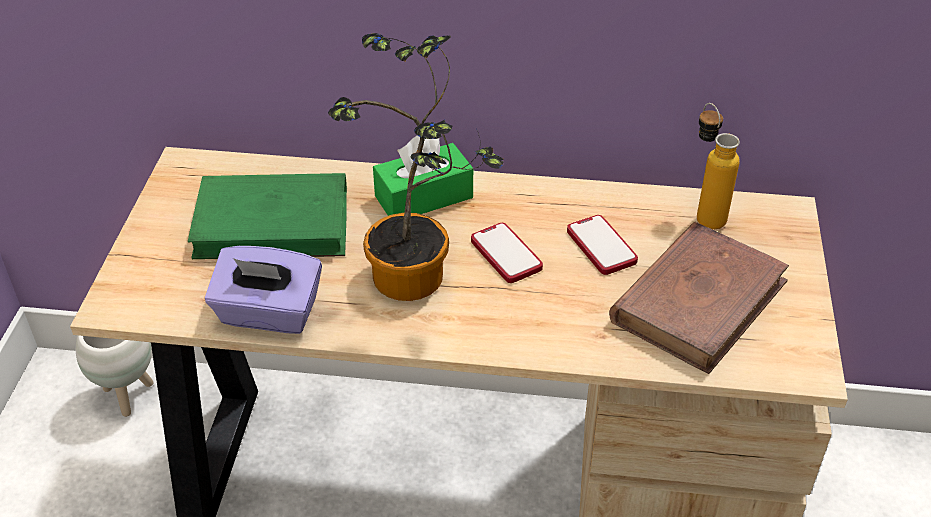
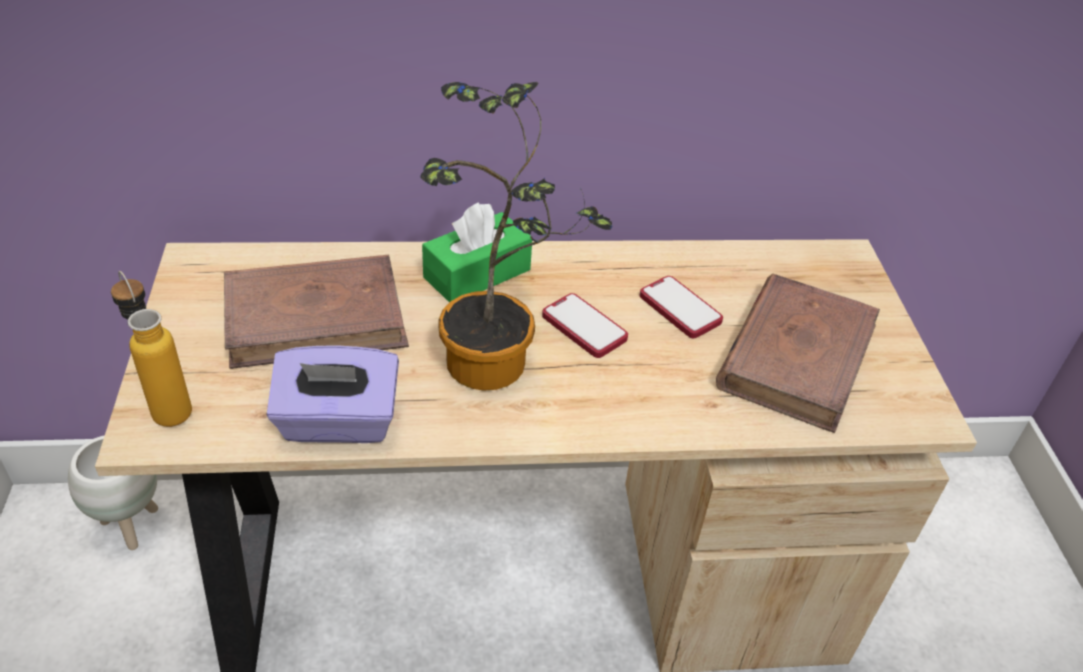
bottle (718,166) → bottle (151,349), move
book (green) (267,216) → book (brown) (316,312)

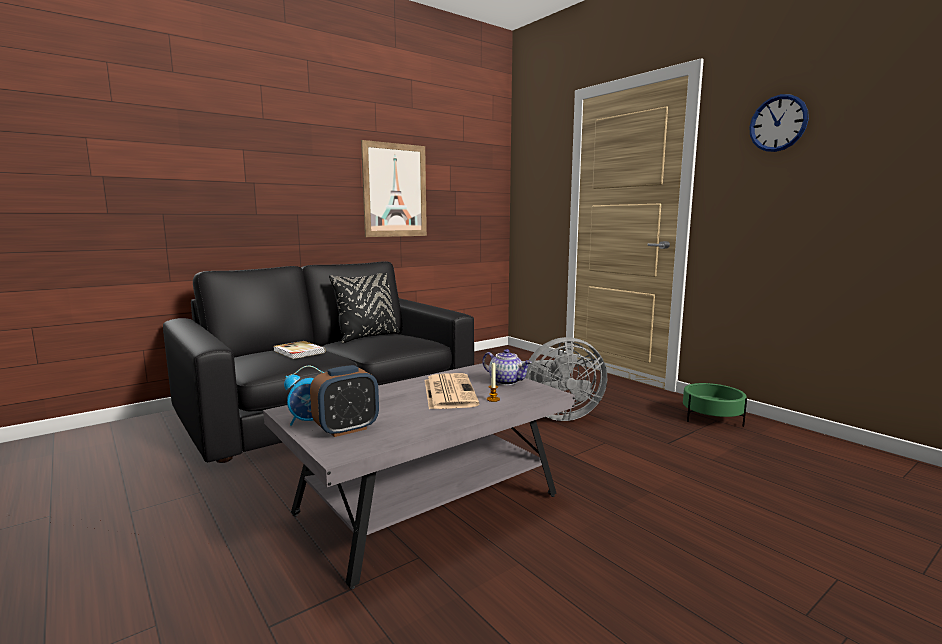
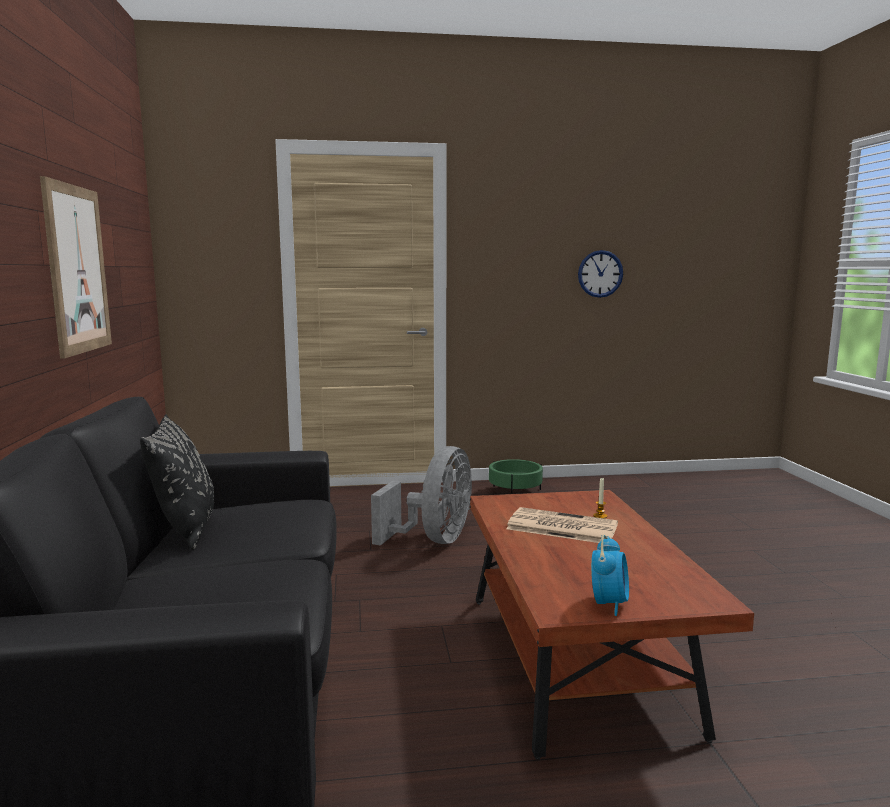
book (299,350) → -
alarm clock (344,401) → -
teapot (507,367) → -
wall clock (779,123) → wall clock (600,274), move
coffee table (grey) (419,476) → coffee table (brown) (612,625)

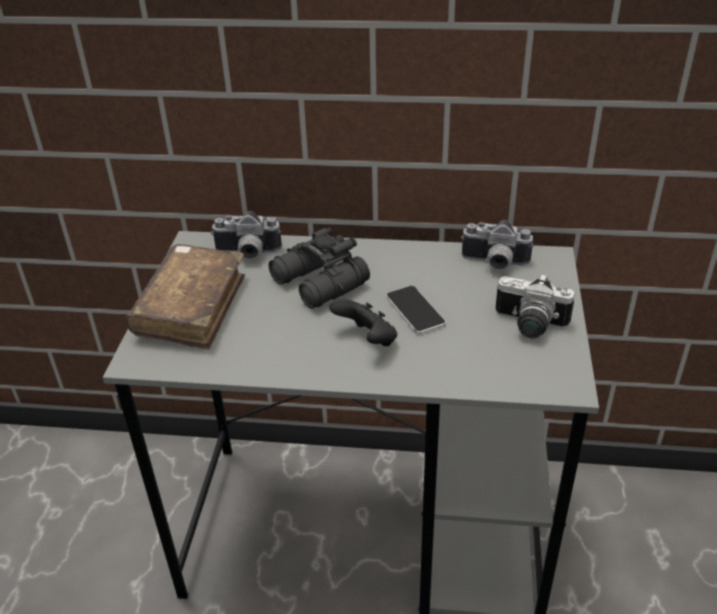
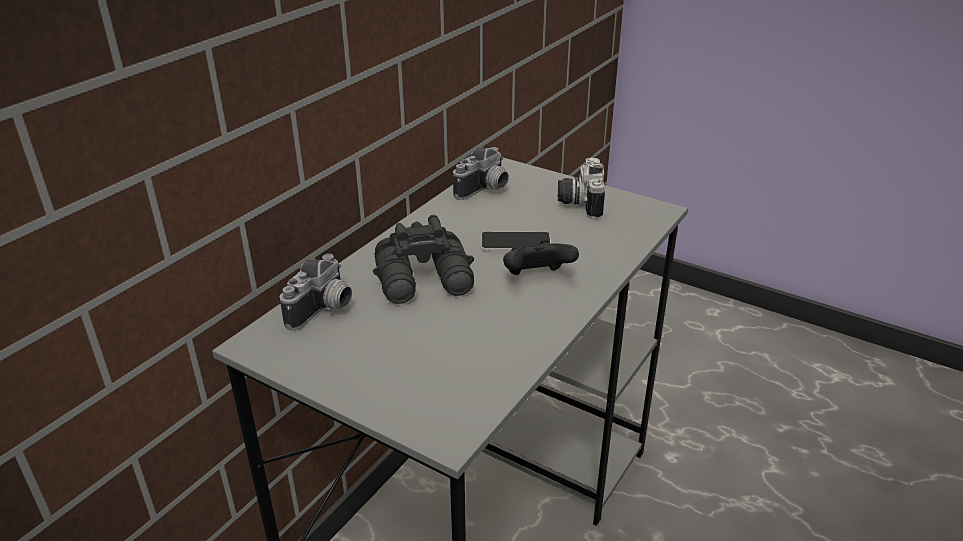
book (brown) (185,297) → -
photo camera (535,306) → photo camera (581,188), 135 degrees clockwise

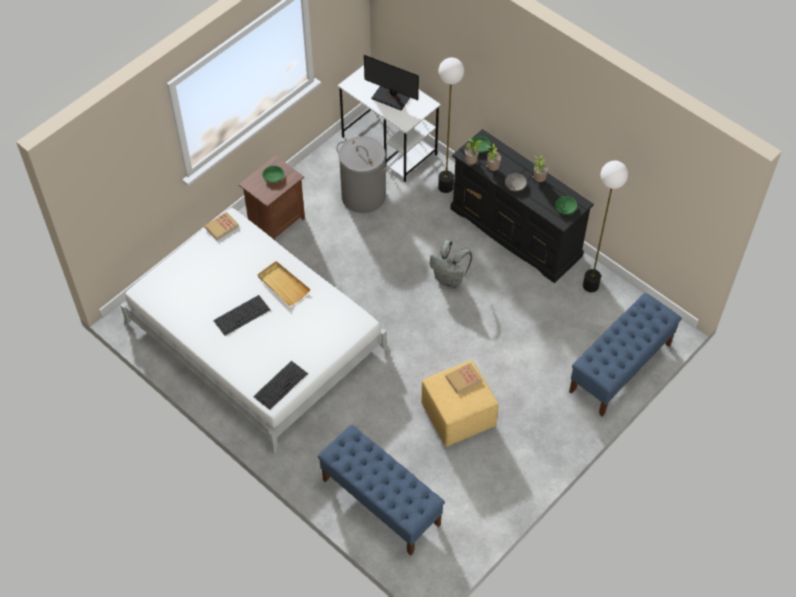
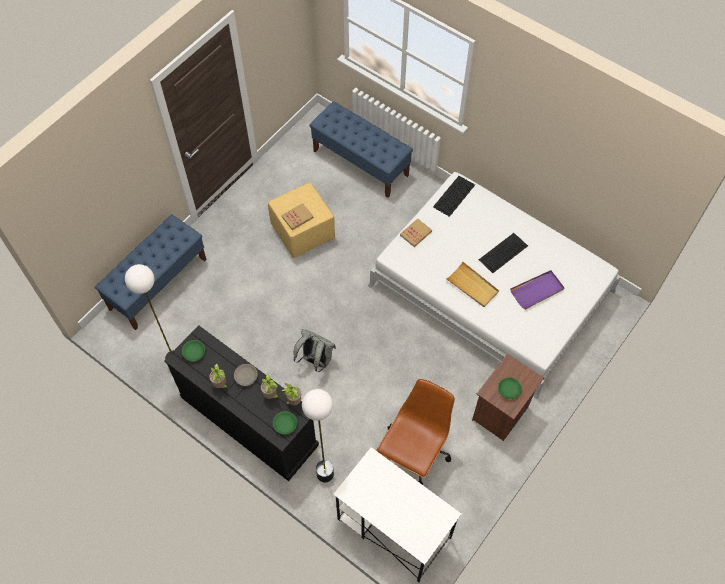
monitor (391,82) → -
- → tray (purple) (537,290)
book (221,226) → book (416,233), move
laundry basket (grey) (362,174) → office chair (brown) (415,432)

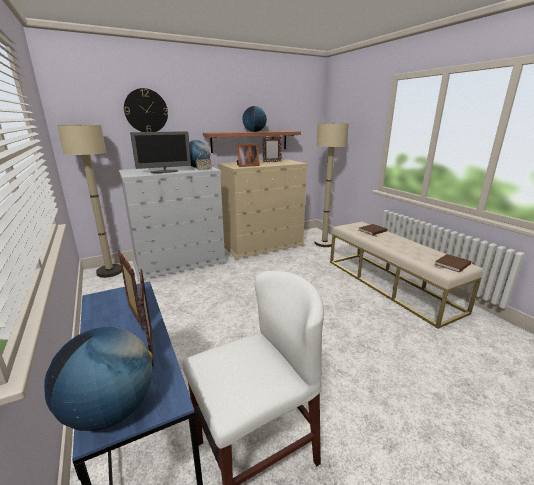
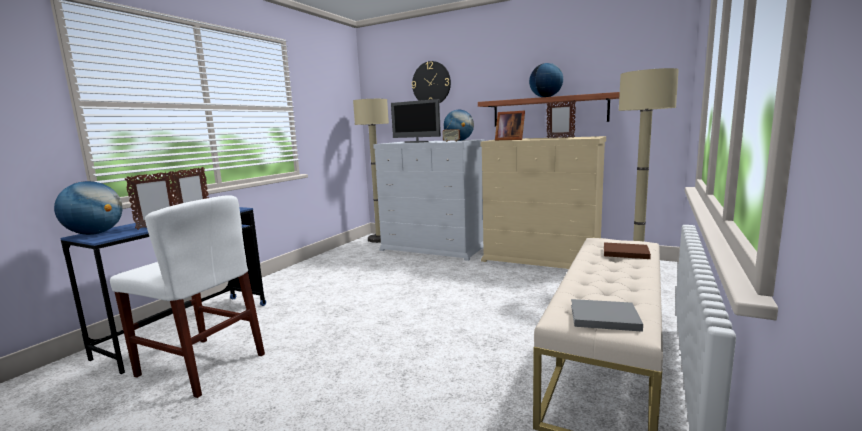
book (brown) (453,263) → book (grey) (607,315)

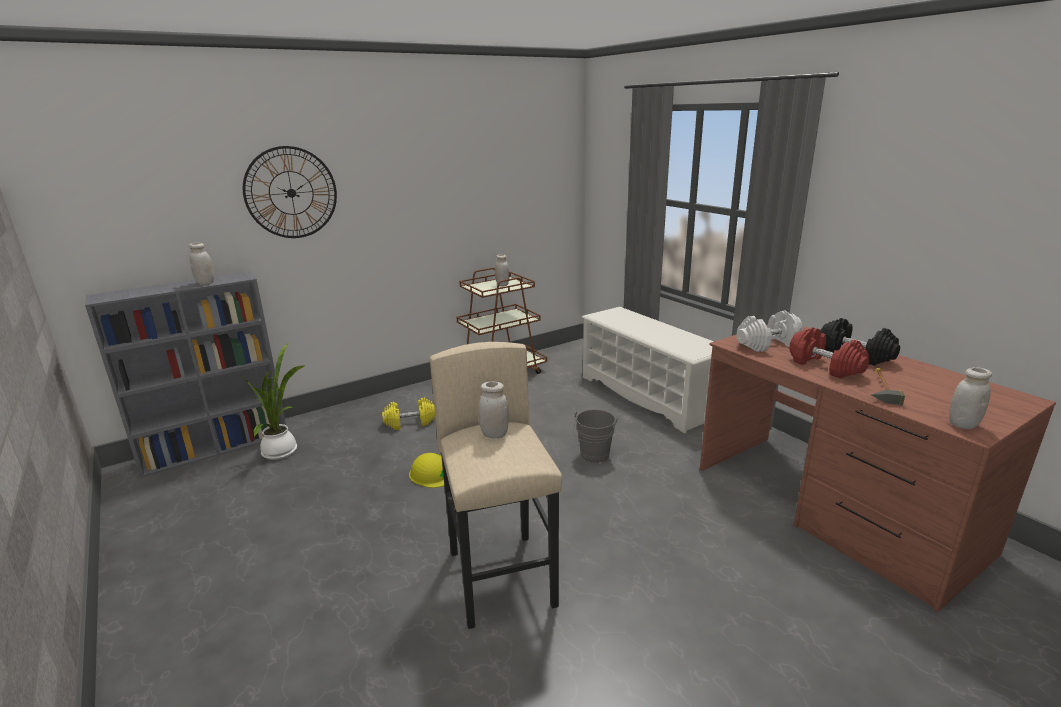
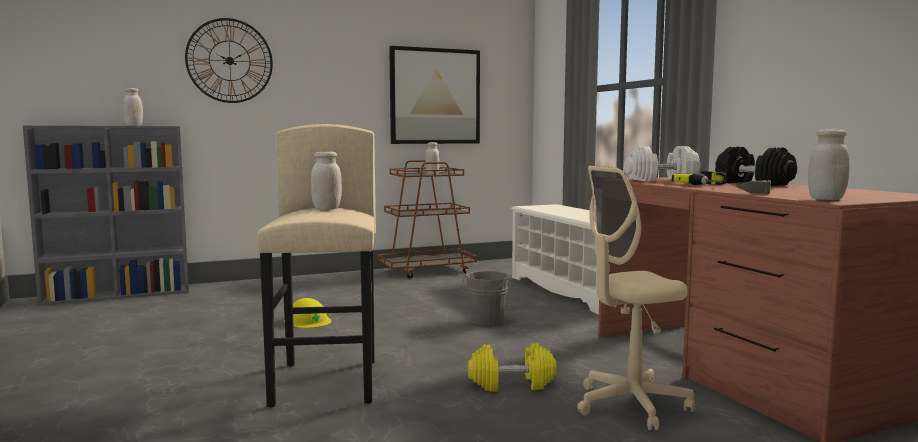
potted plant (272,402) → -
- → picture (434,95)
- → office chair (beige) (636,298)
dumbbell (yellow) (408,413) → dumbbell (yellow) (512,367), move
dumbbell (red) (829,352) → power drill (699,178)

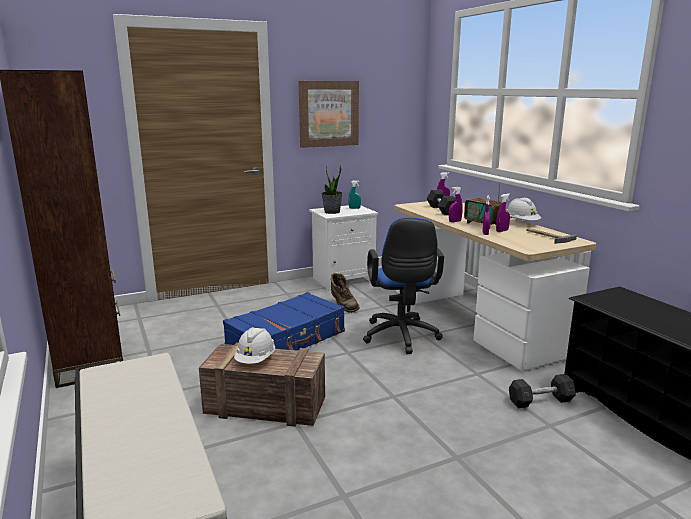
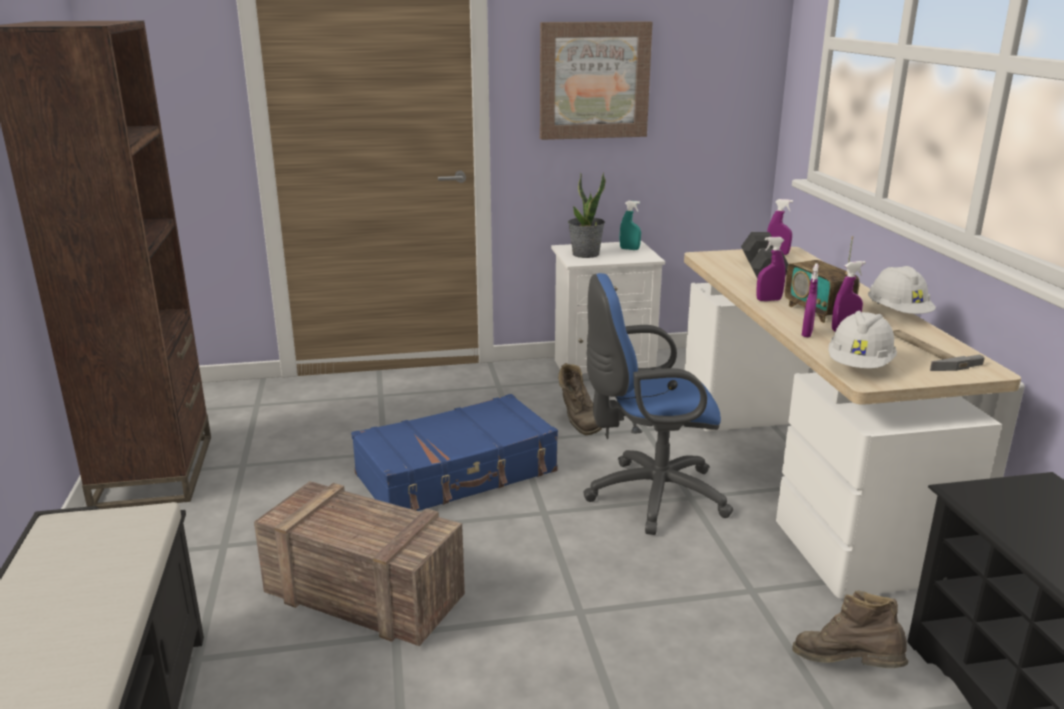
hard hat (white) (254,345) → hard hat (white) (862,339), move
dumbbell (grey) (542,391) → boot (brown) (850,629)
office chair (blue) (403,285) → office chair (blue) (658,404), 75 degrees clockwise

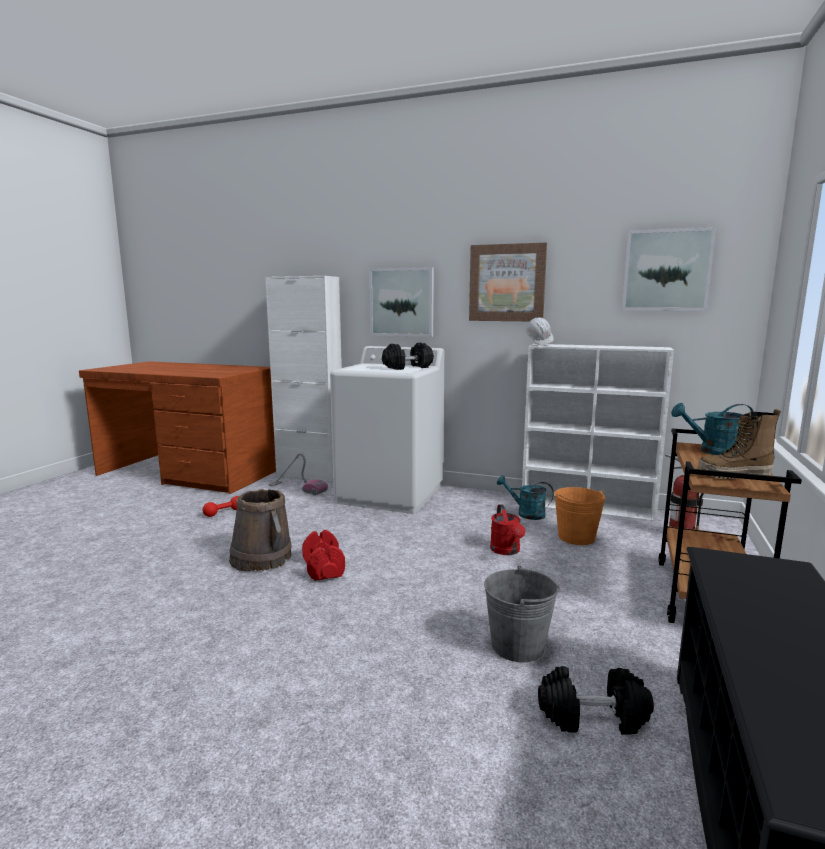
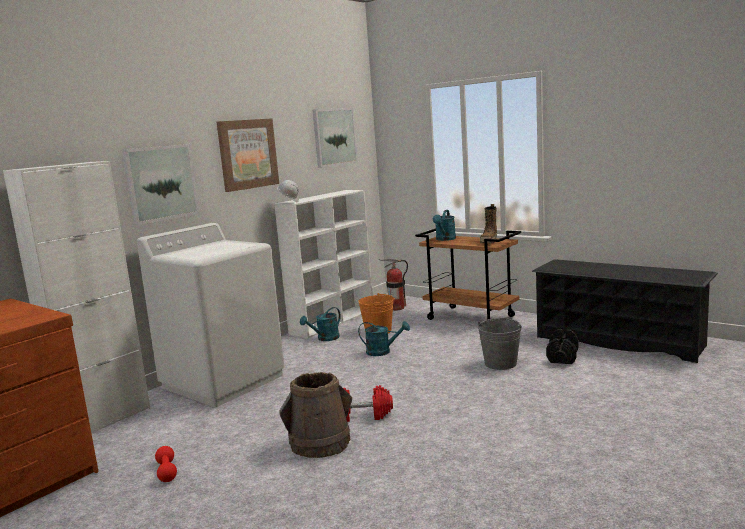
vacuum cleaner (298,474) → -
dumbbell (black) (408,356) → -
watering can (red) (507,529) → watering can (turquoise) (384,338)

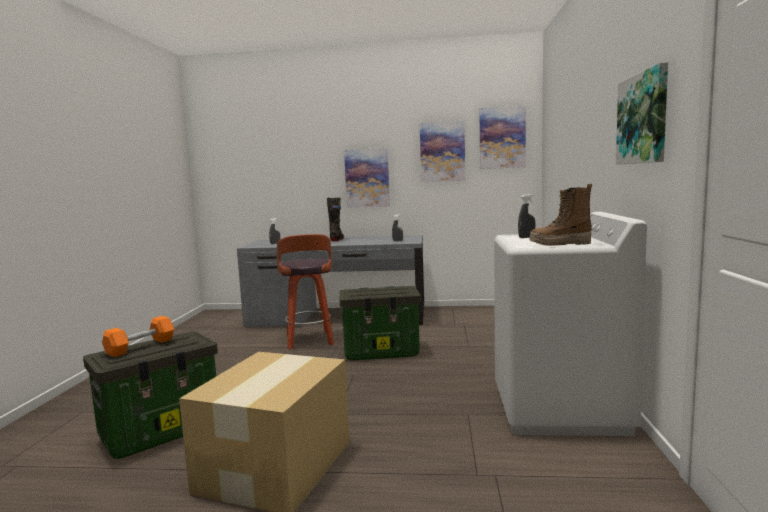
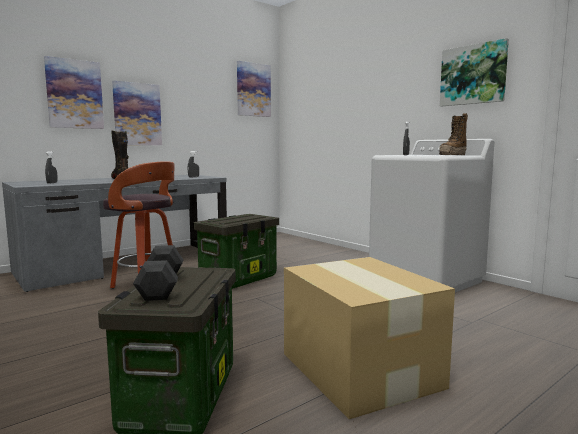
picture (442,151) → picture (74,92), move
dumbbell (orange) (138,336) → dumbbell (black) (158,273)

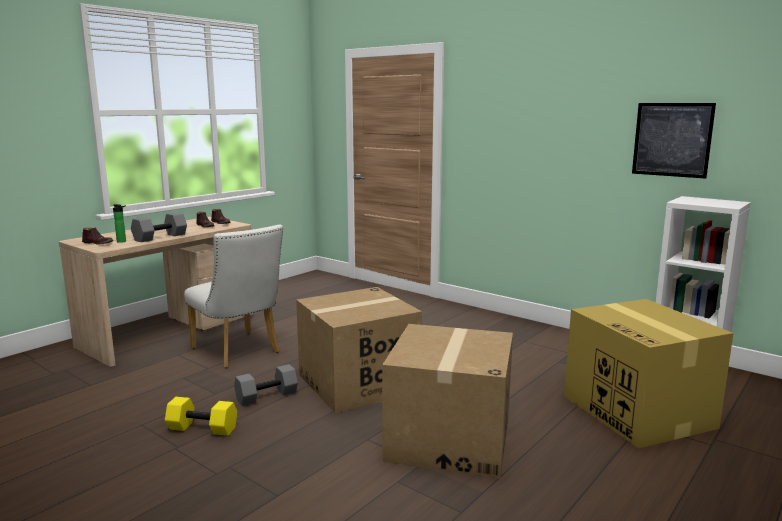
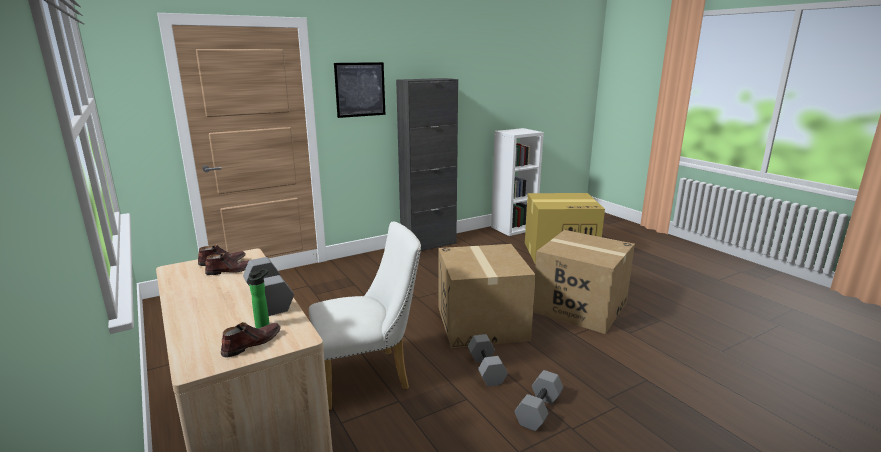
- → cabinet (black) (427,164)
picture (674,141) → picture (359,90), move
dumbbell (yellow) (201,416) → dumbbell (grey) (538,400)

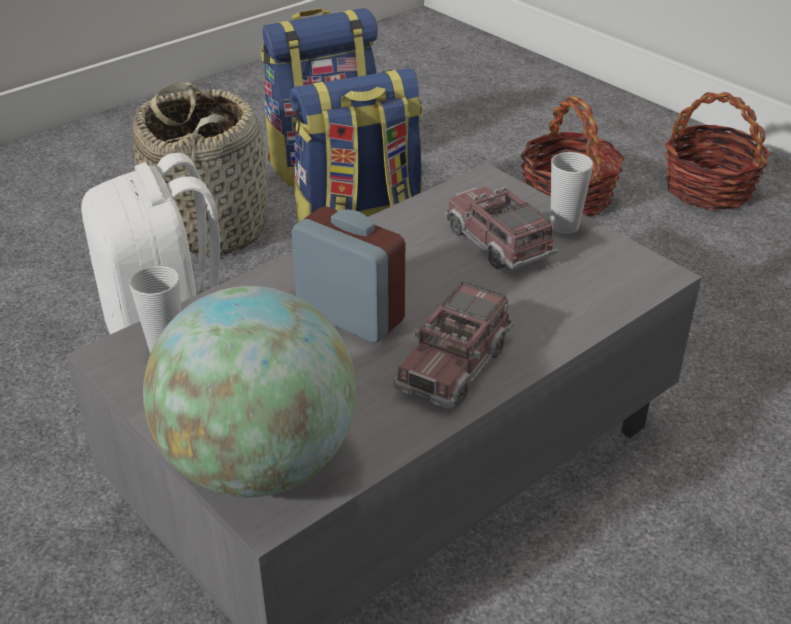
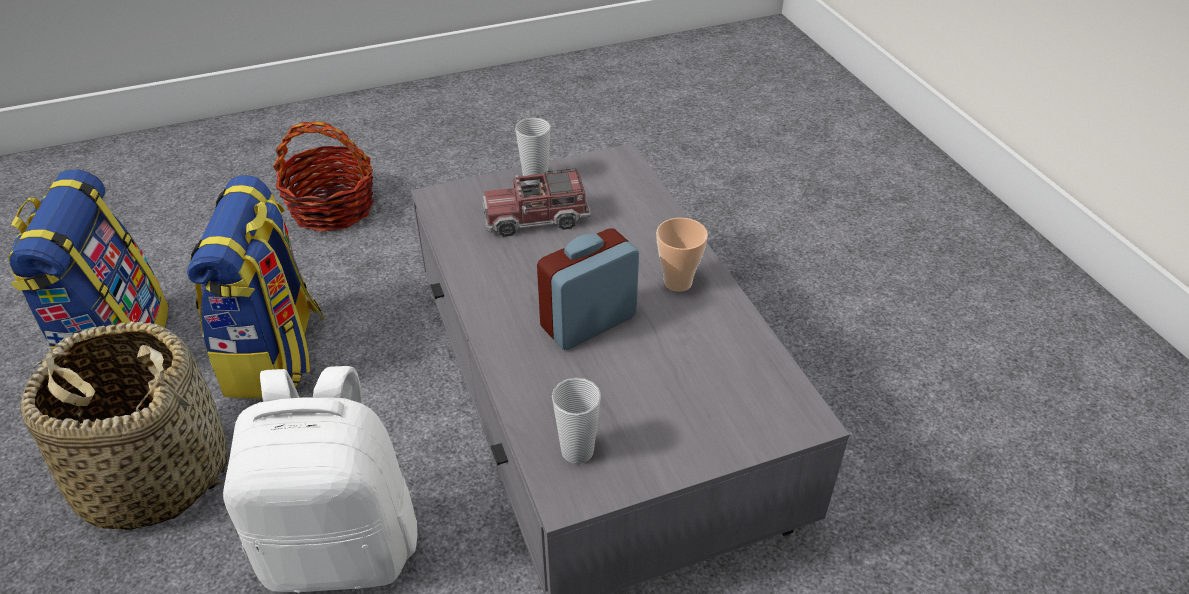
globe (249,391) → -
basket (717,151) → -
toy truck (454,345) → cup (682,255)

